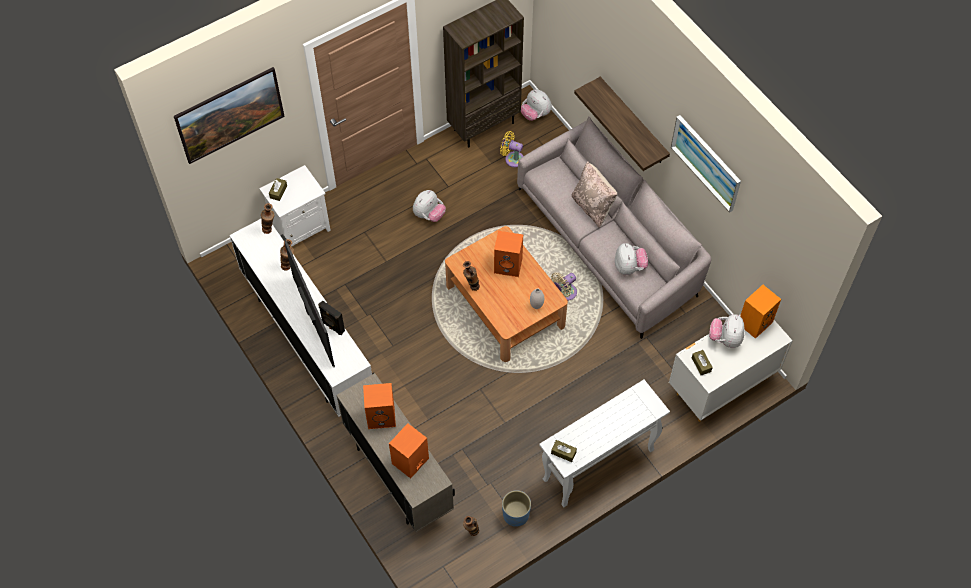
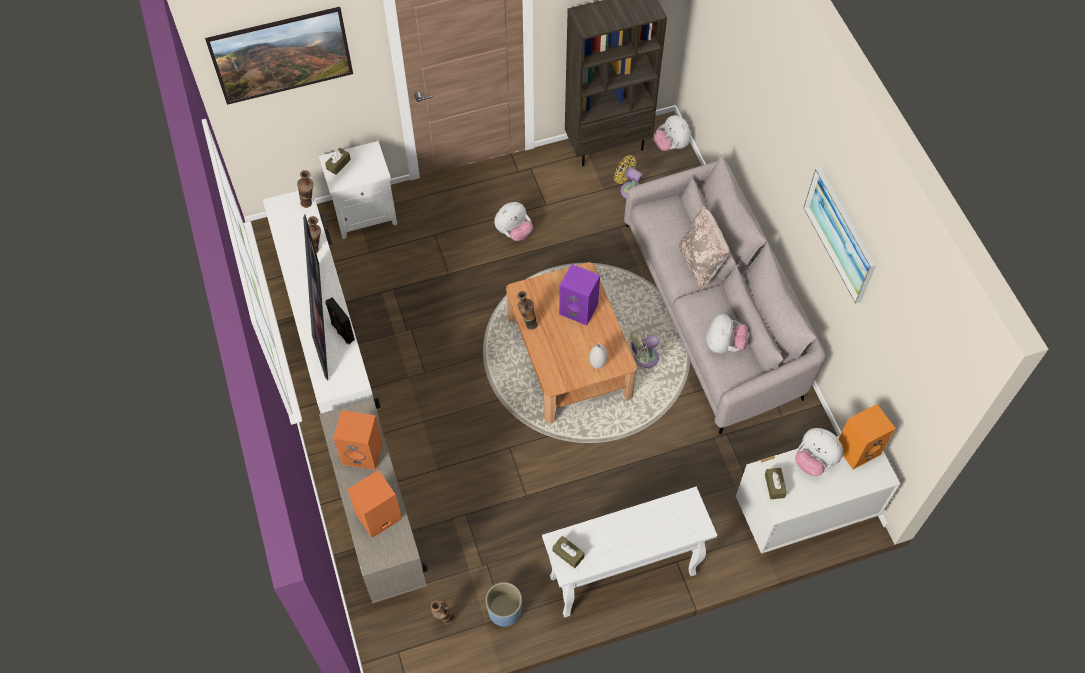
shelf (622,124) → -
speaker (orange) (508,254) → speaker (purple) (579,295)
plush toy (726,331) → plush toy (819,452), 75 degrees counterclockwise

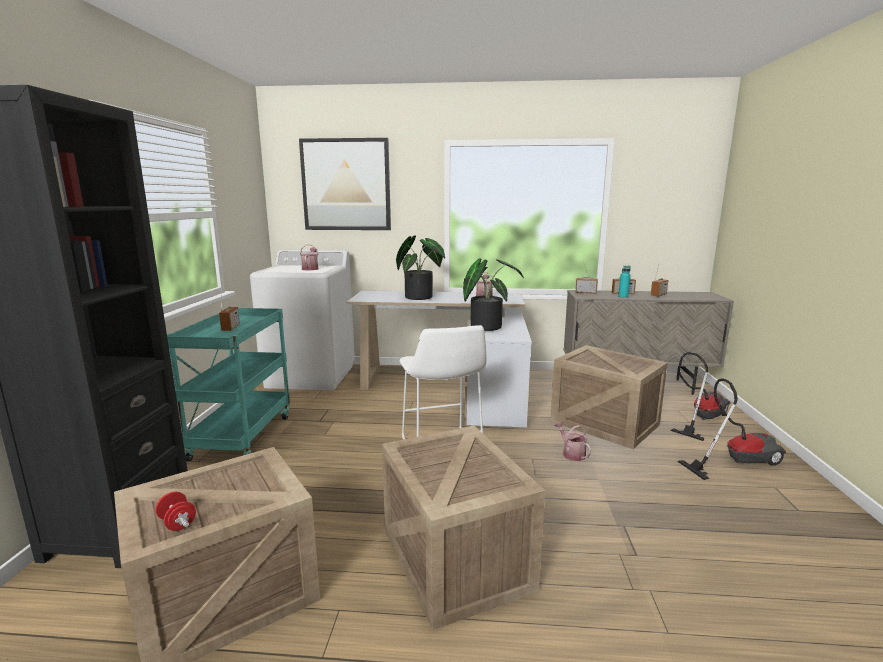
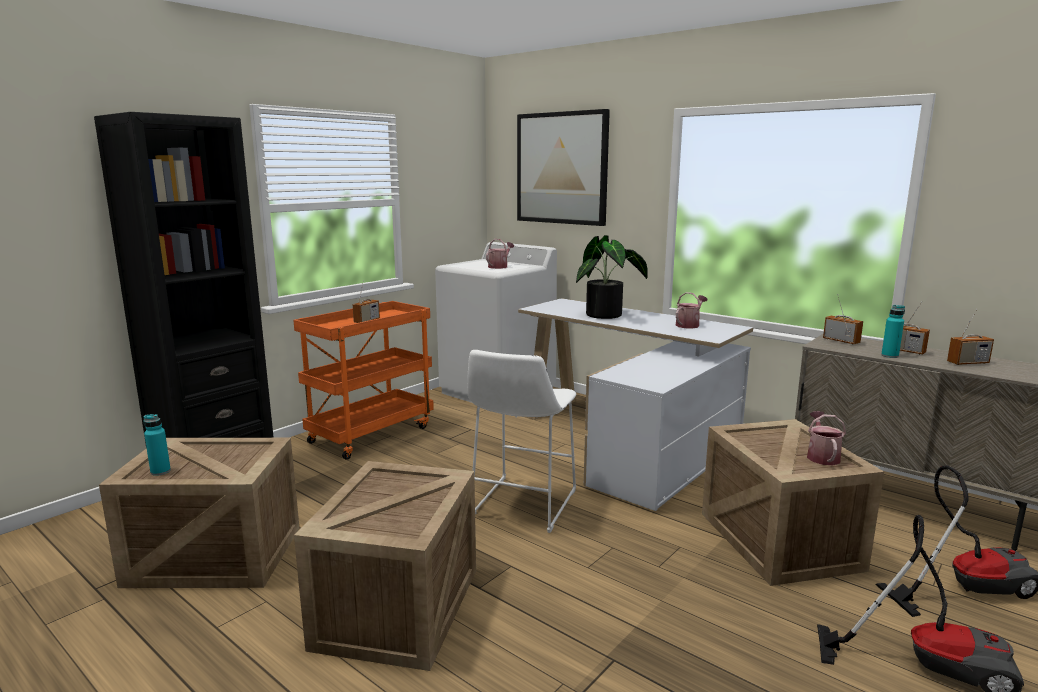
potted plant (493,295) → -
watering can (572,441) → watering can (826,438), move
dumbbell (red) (176,511) → bottle (turquoise) (157,445)
cart (turquoise) (228,384) → cart (orange) (363,380)

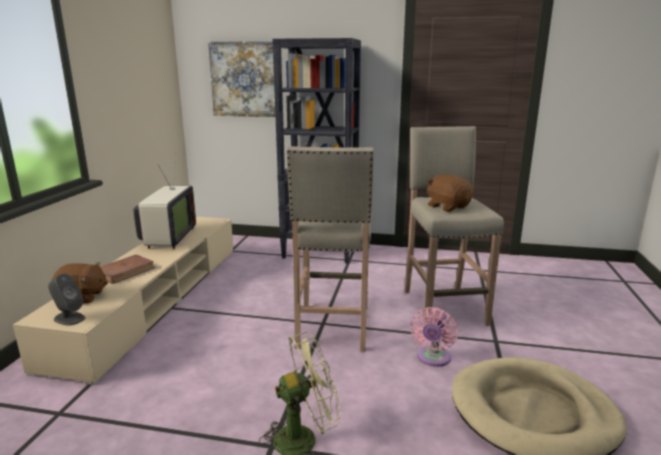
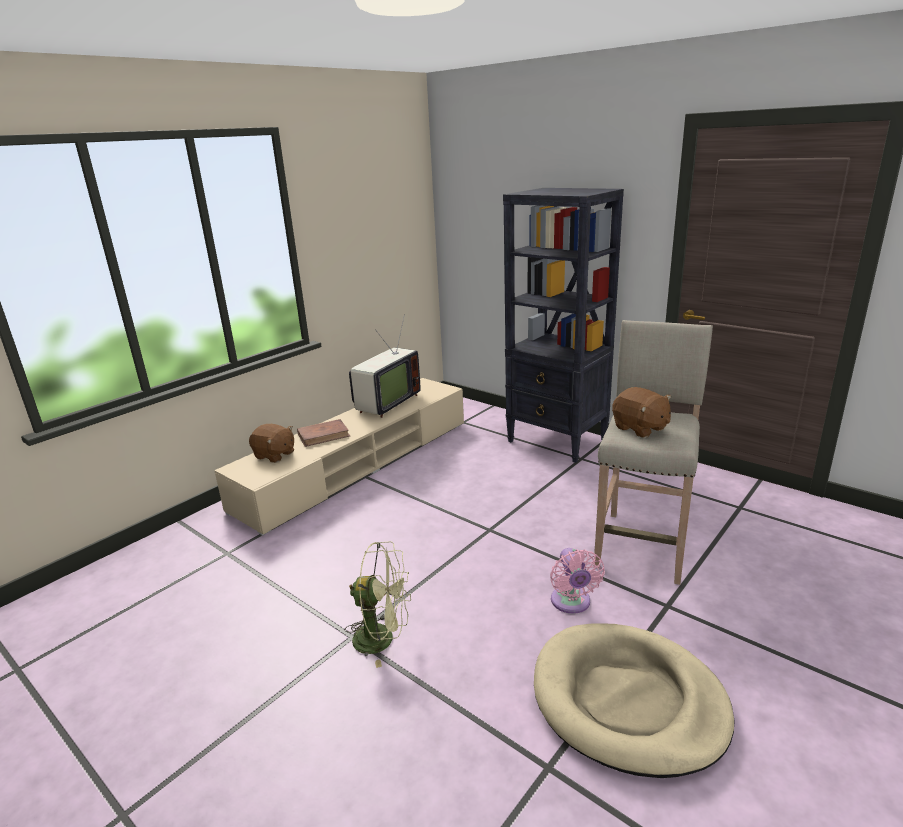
speaker (grey) (66,300) → -
picture (242,79) → -
stool (beige) (330,249) → -
fan (pink) (434,337) → fan (pink) (577,581), 60 degrees counterclockwise
plush toy (brown) (450,193) → plush toy (brown) (641,412), 150 degrees clockwise

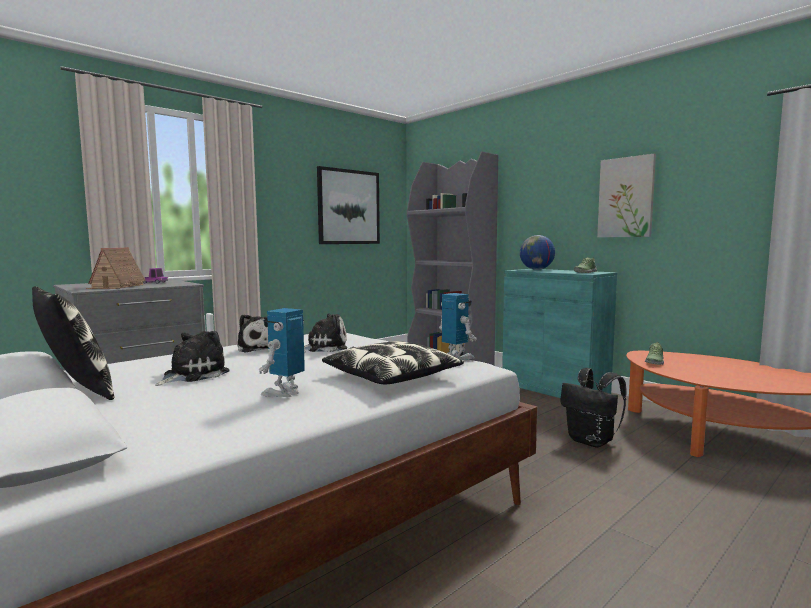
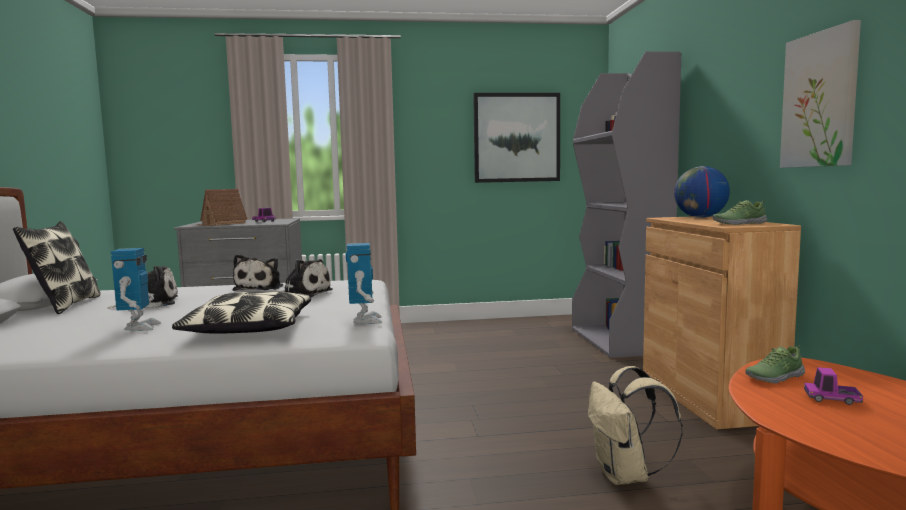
- → toy truck (833,386)
cabinet (turquoise) (559,333) → cabinet (brown) (722,322)
backpack (black) (593,407) → backpack (beige) (635,425)
toy robot (282,352) → toy robot (136,289), 105 degrees clockwise

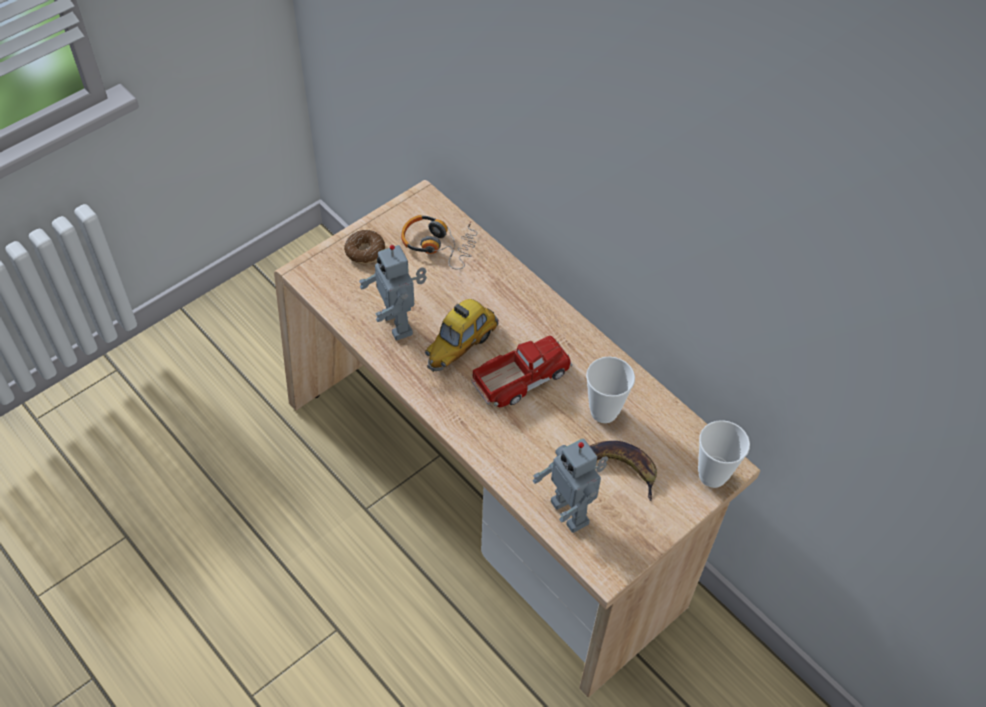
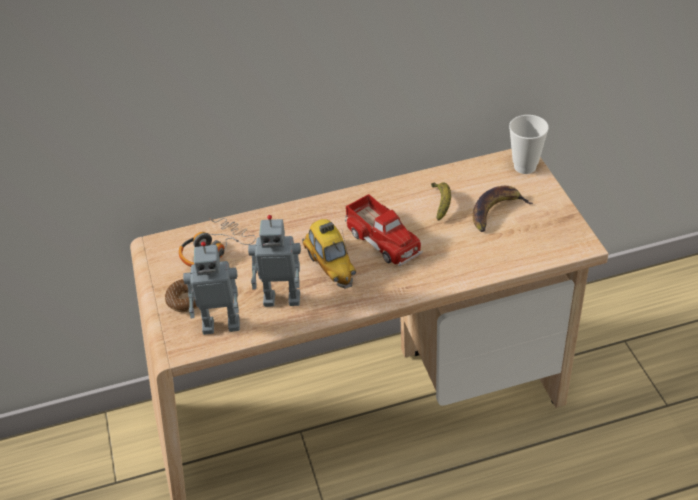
toy robot (570,486) → toy robot (211,288), move
cup (610,390) → banana (441,201)
toy truck (521,371) → toy truck (384,230), 150 degrees clockwise

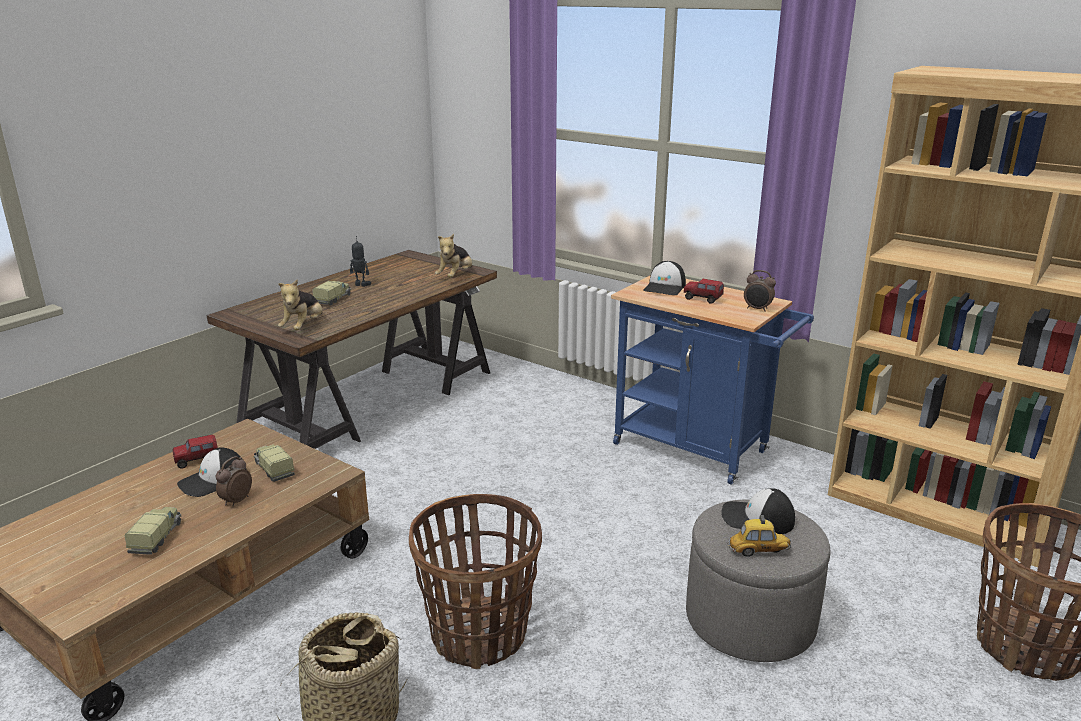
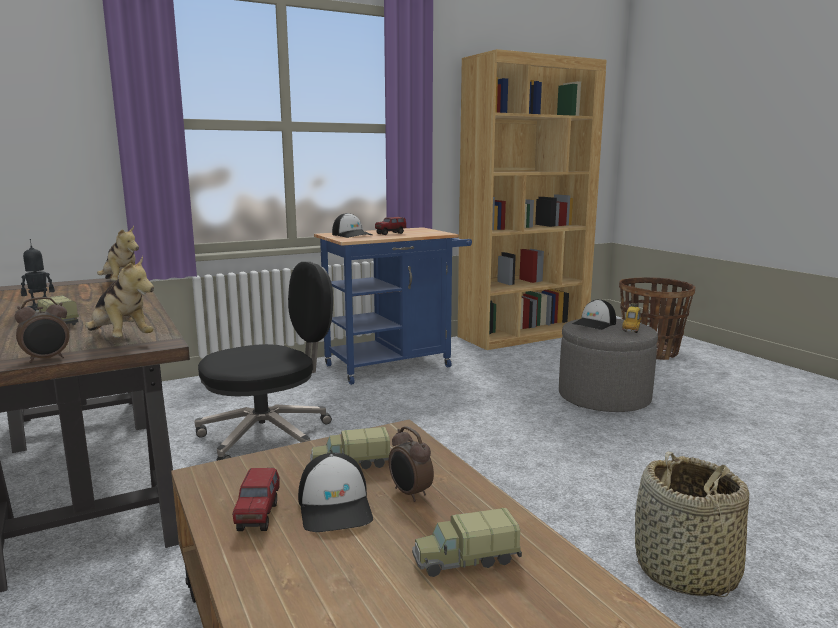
basket (475,581) → -
- → office chair (black) (264,361)
alarm clock (760,291) → alarm clock (42,330), move
toy truck (153,531) → toy truck (467,542), 45 degrees counterclockwise

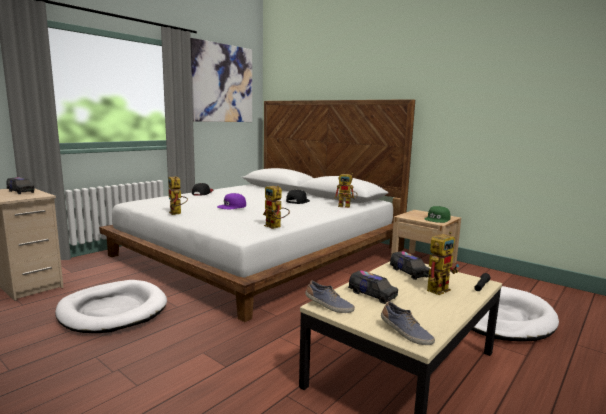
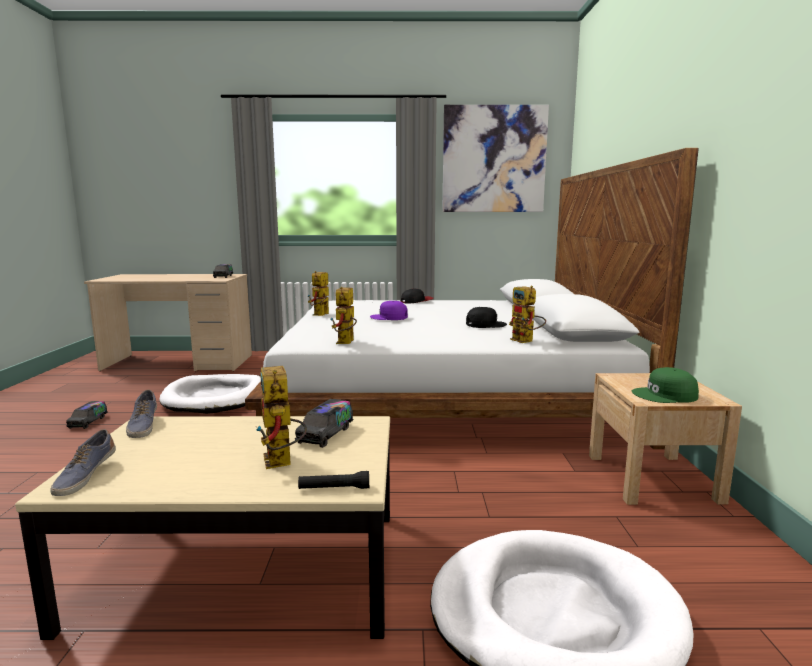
toy truck (373,287) → toy truck (87,415), move
toy robot (443,263) → toy robot (281,417), 60 degrees clockwise

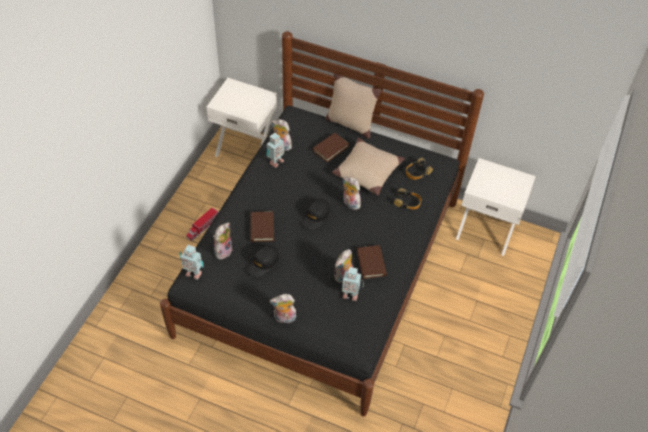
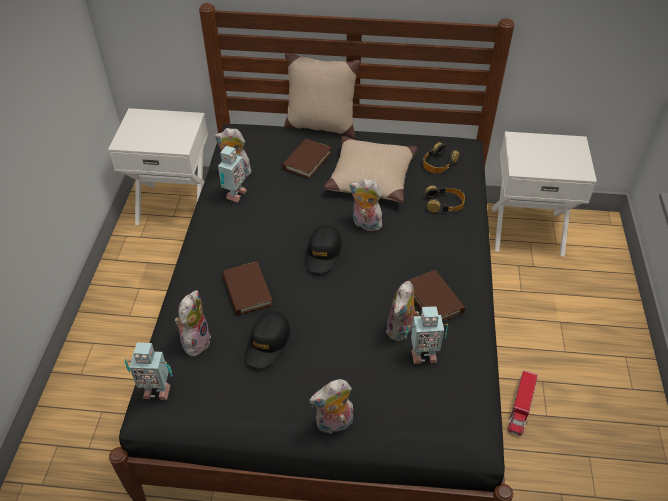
toy truck (202,224) → toy truck (523,403), move

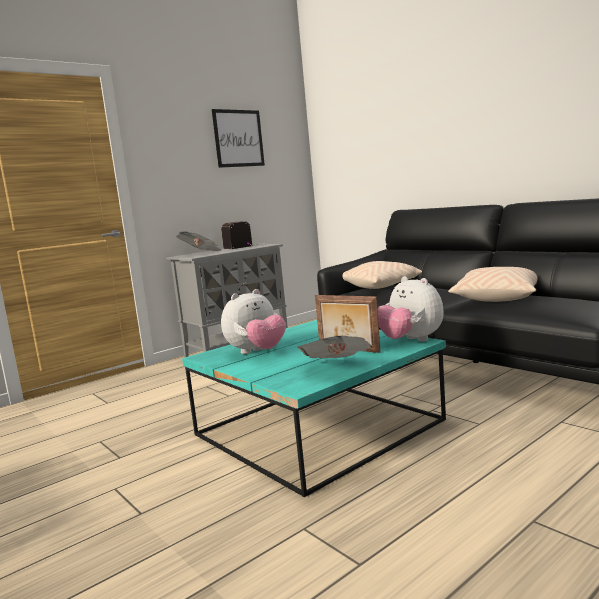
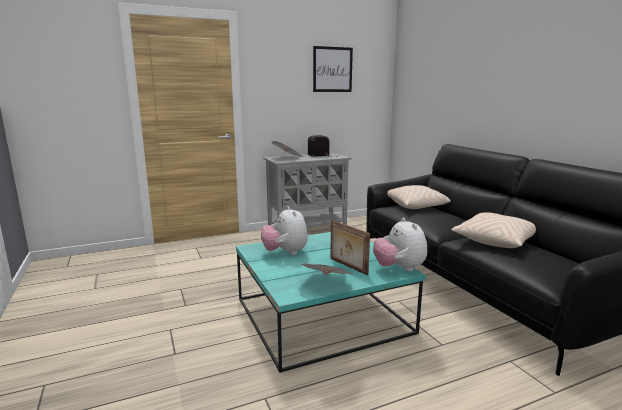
plush toy (253,321) → plush toy (284,230), 90 degrees clockwise

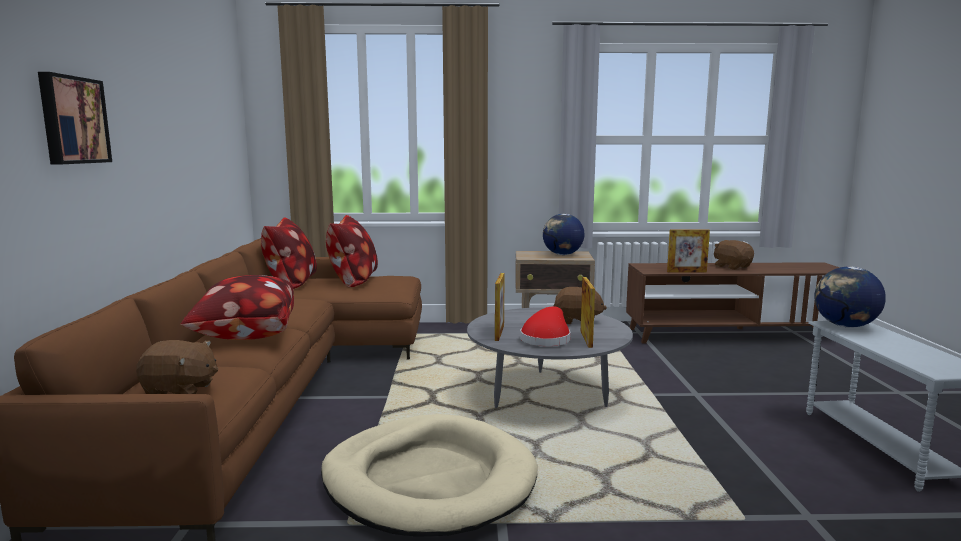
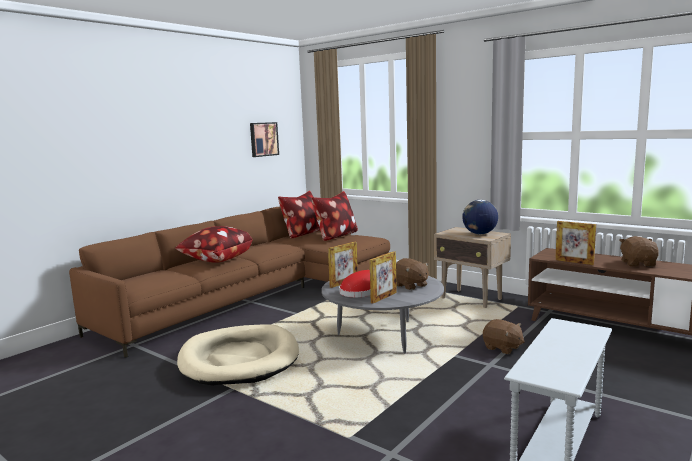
globe (850,297) → -
picture (75,118) → picture (264,139), move
plush toy (brown) (177,367) → plush toy (brown) (504,336), move

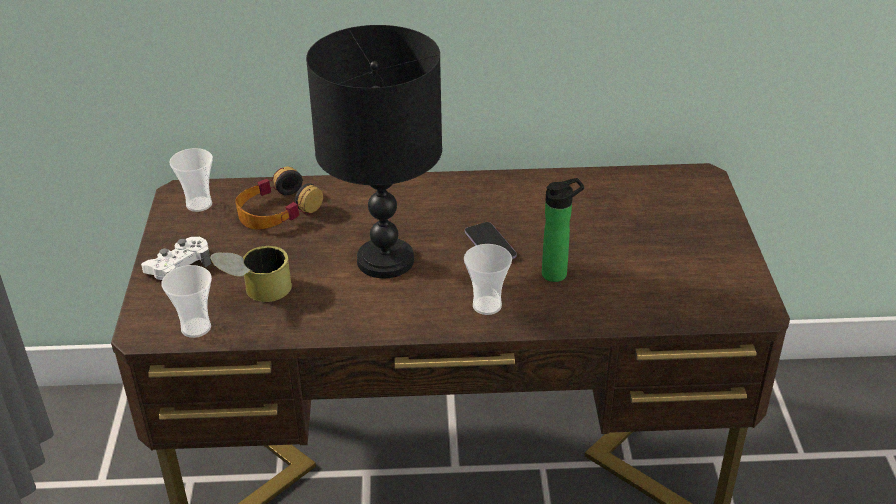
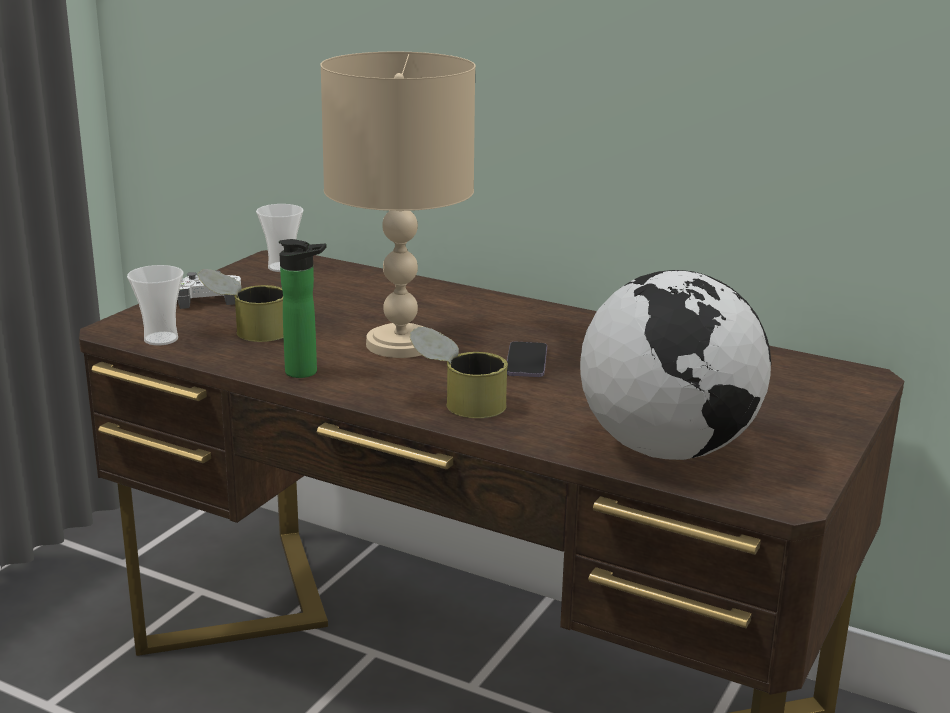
headphones (279,198) → -
- → globe (675,365)
bottle (563,230) → bottle (302,308), move
cup (488,279) → can (459,372)
table lamp (black) (374,151) → table lamp (beige) (397,205)

